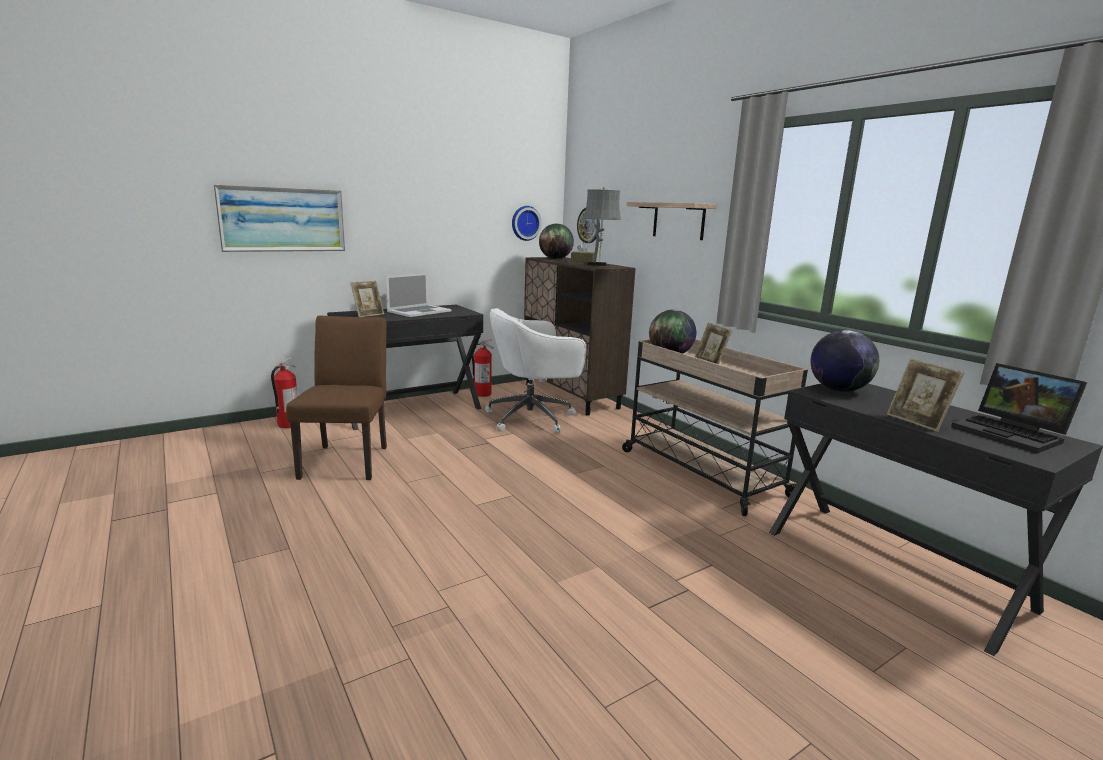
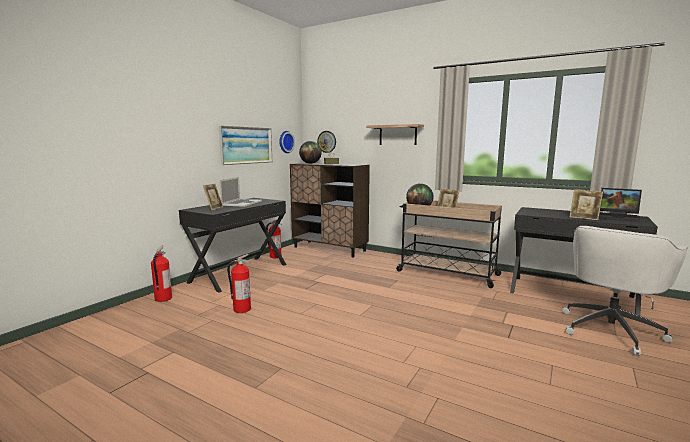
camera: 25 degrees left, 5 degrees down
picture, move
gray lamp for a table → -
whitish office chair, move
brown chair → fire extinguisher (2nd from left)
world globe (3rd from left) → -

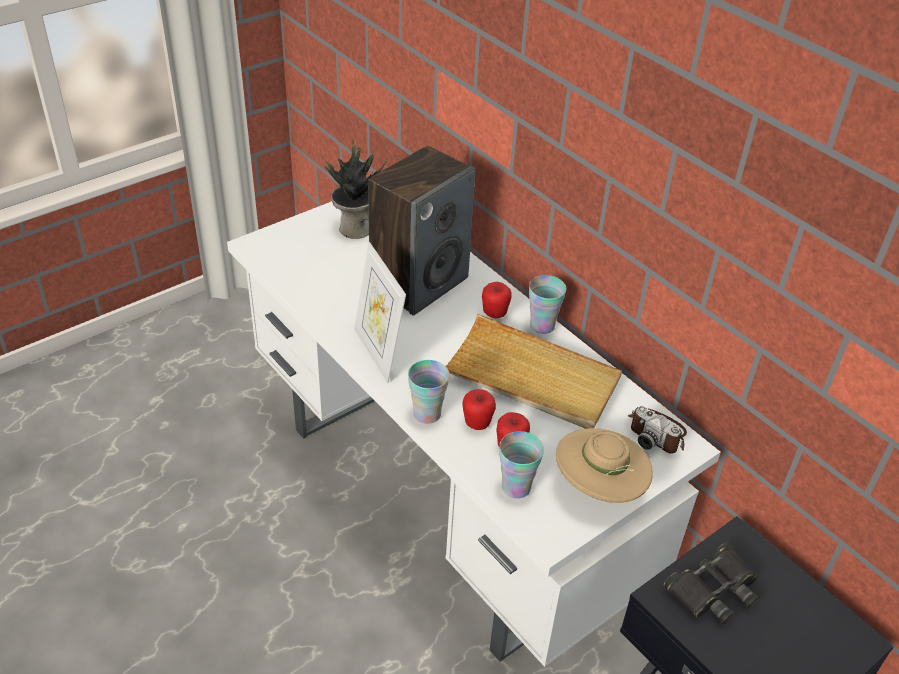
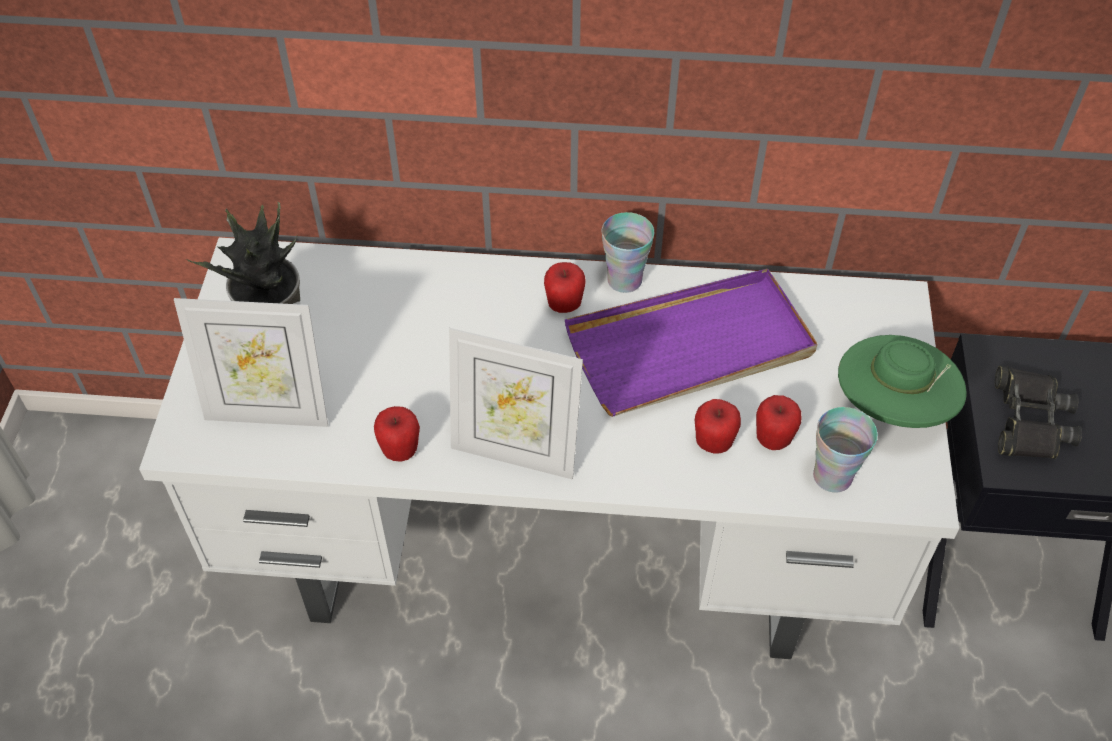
camera: 45 degrees left, 10 degrees up
speaker → -
beige carrying tray → purplish carrying tray
small cup (1st from left) → -
still camera → -
beige clothing hat → green-coloured clothing hat
- → standing frame (1st from left)
- → whole apple (1st from left)

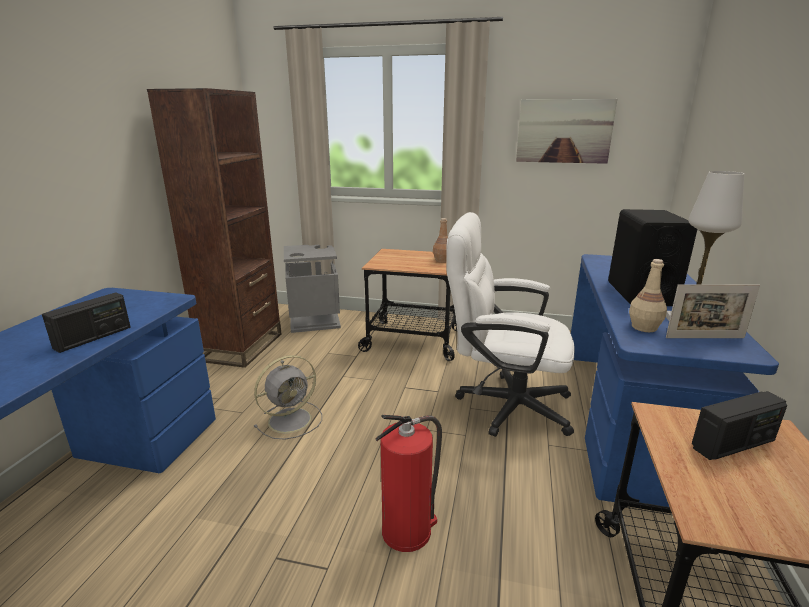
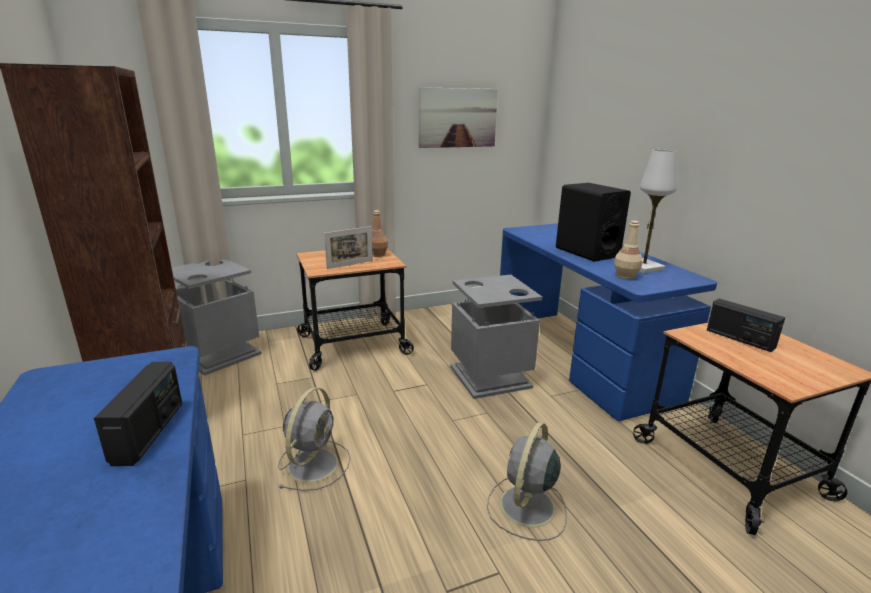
camera: 35 degrees left, 0 degrees up
whitish office chair → gray waste bin (2nd from left)
standing frame, move
radio (2nd from left), 105 degrees clockwise
fire extinguisher → gray fan (2nd from left)

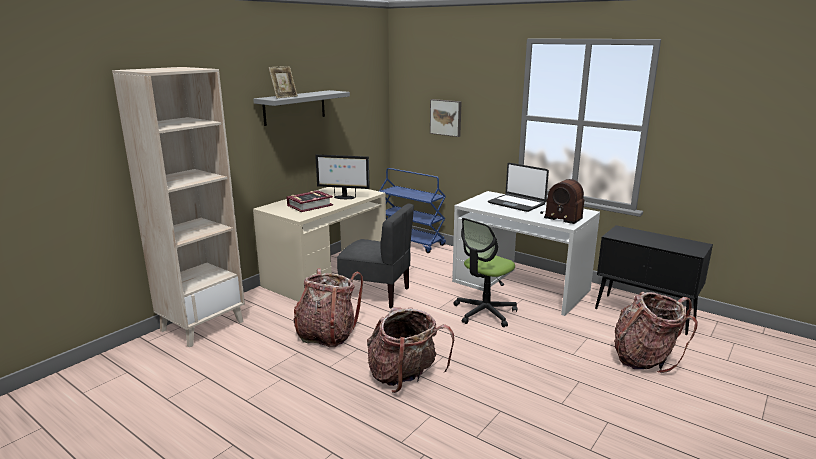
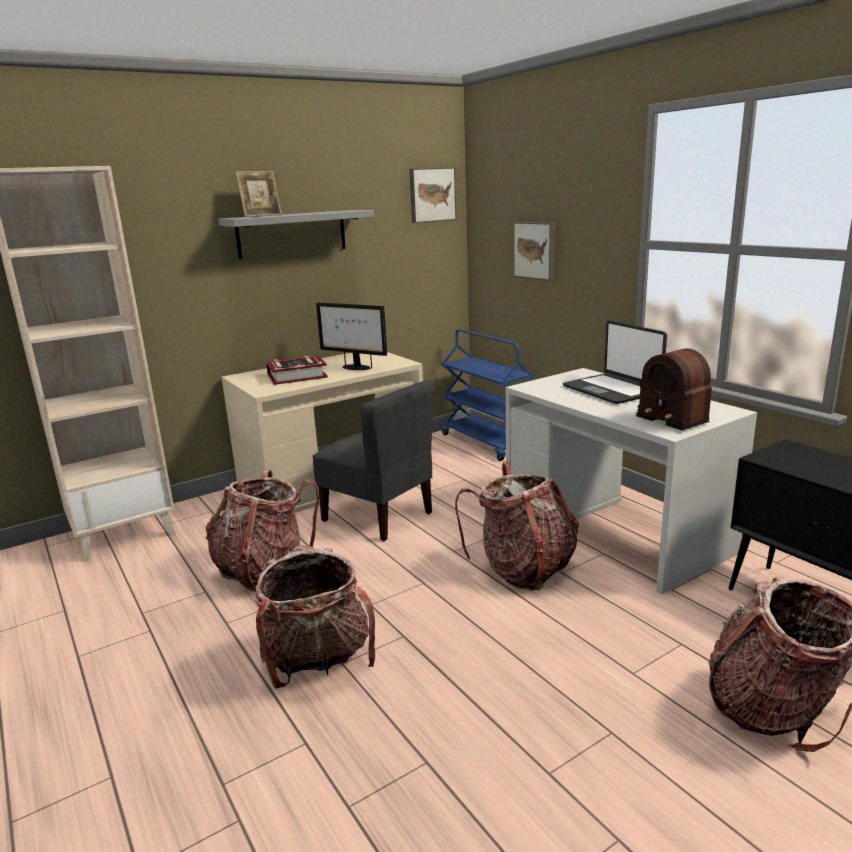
camera: 20 degrees right, 0 degrees up
office chair → knapsack (3rd from left)
- → picture (1st from left)

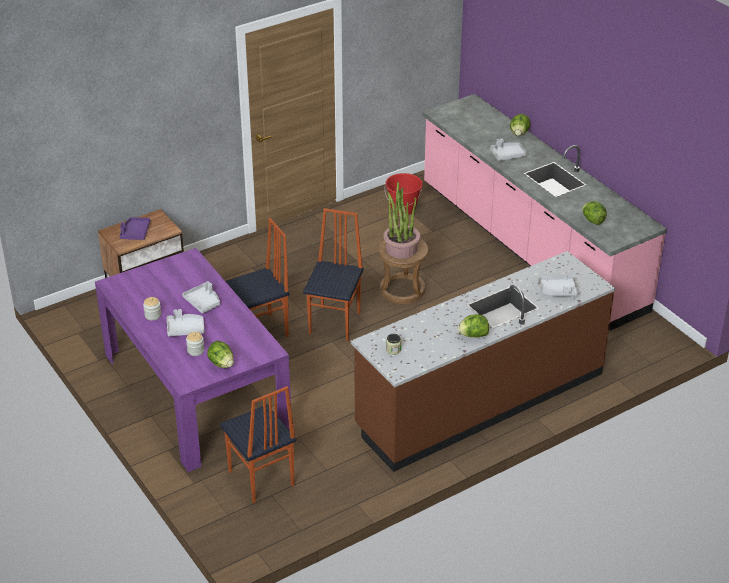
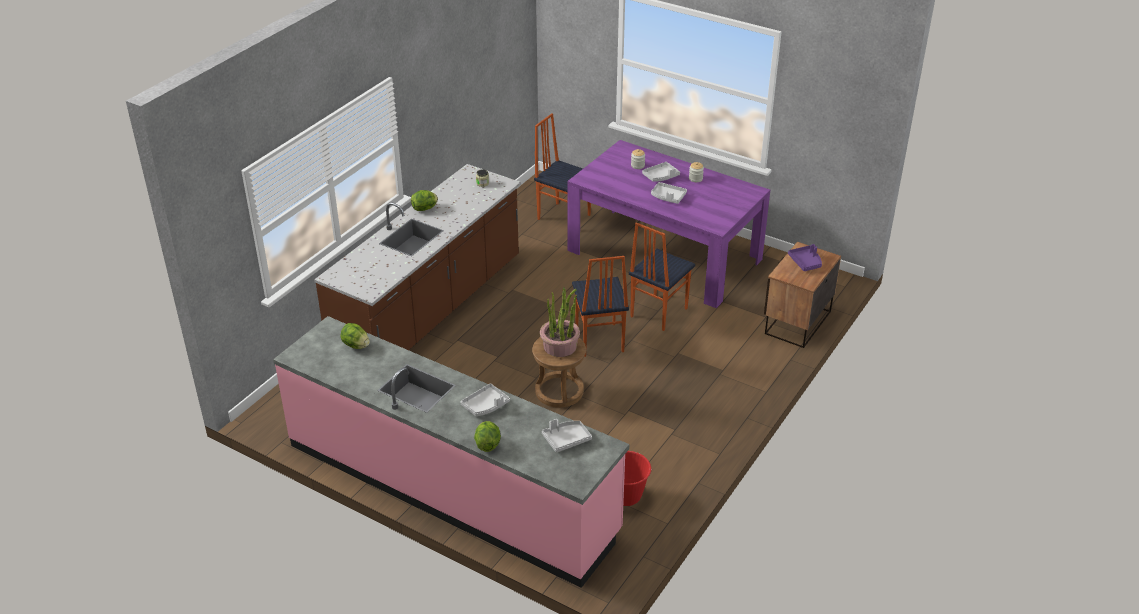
camera: 155 degrees right, 0 degrees up
gray carrying tray (4th from left in the first image) → gray carrying tray (2nd from left), move
lettuce head (1st from left) → -

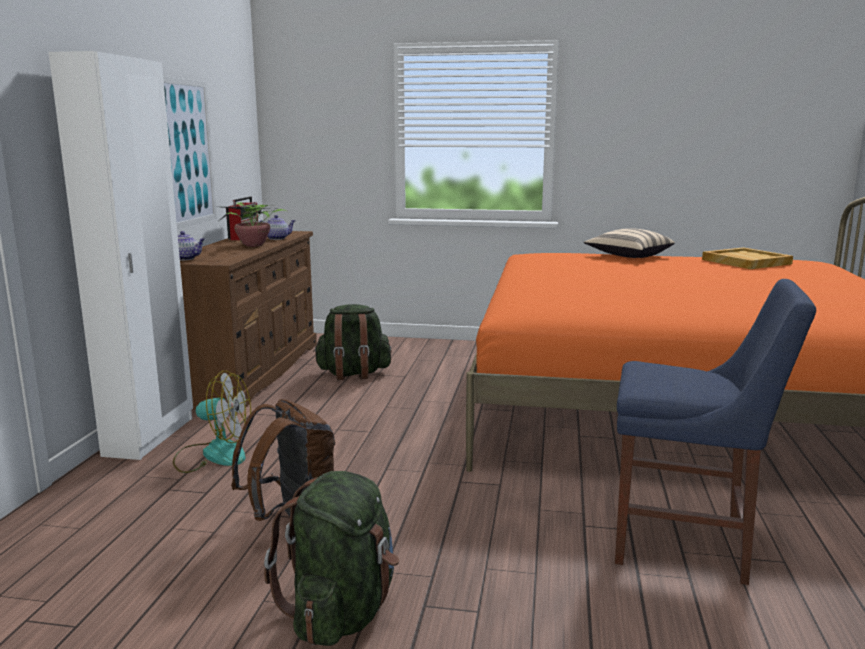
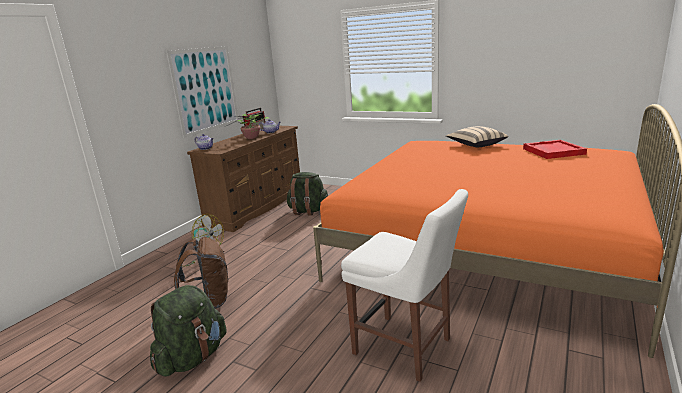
camera: 20 degrees right, 5 degrees up
whitish armoire → -
beige carrying tray → red carrying tray
blue chair → whitish chair

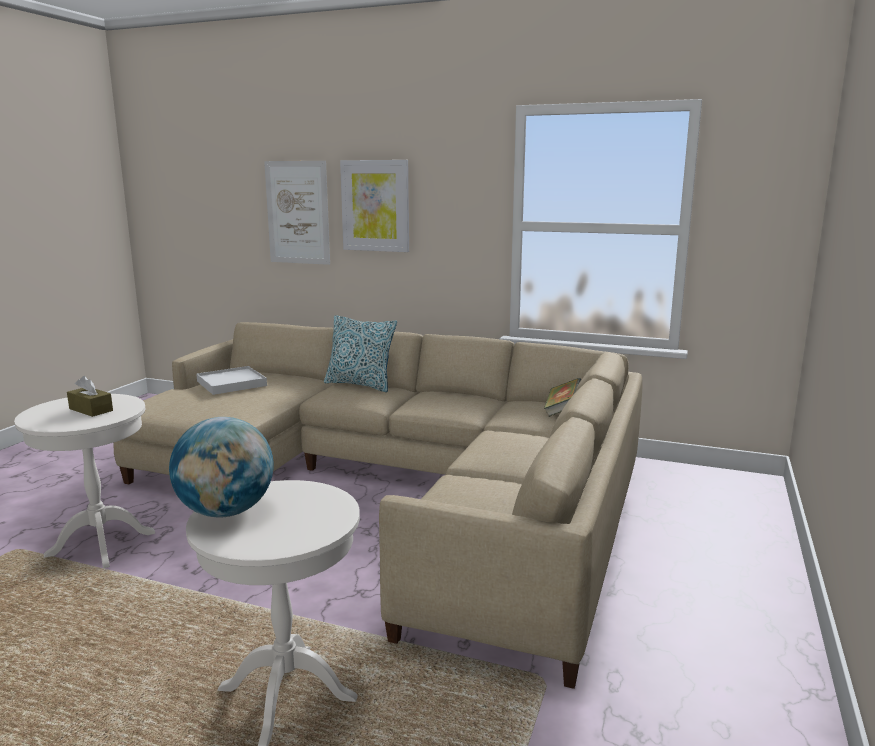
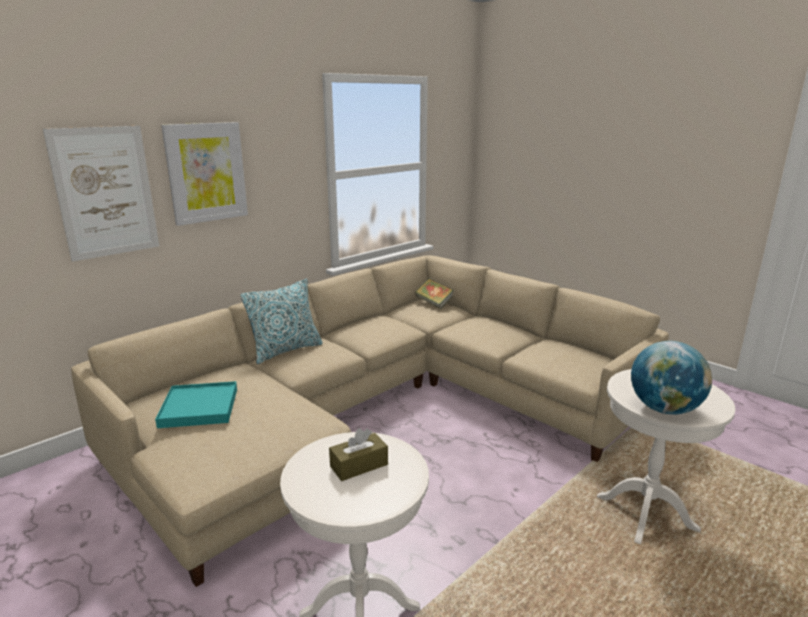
camera: 65 degrees left, 5 degrees up
whitish carrying tray → turquoise carrying tray

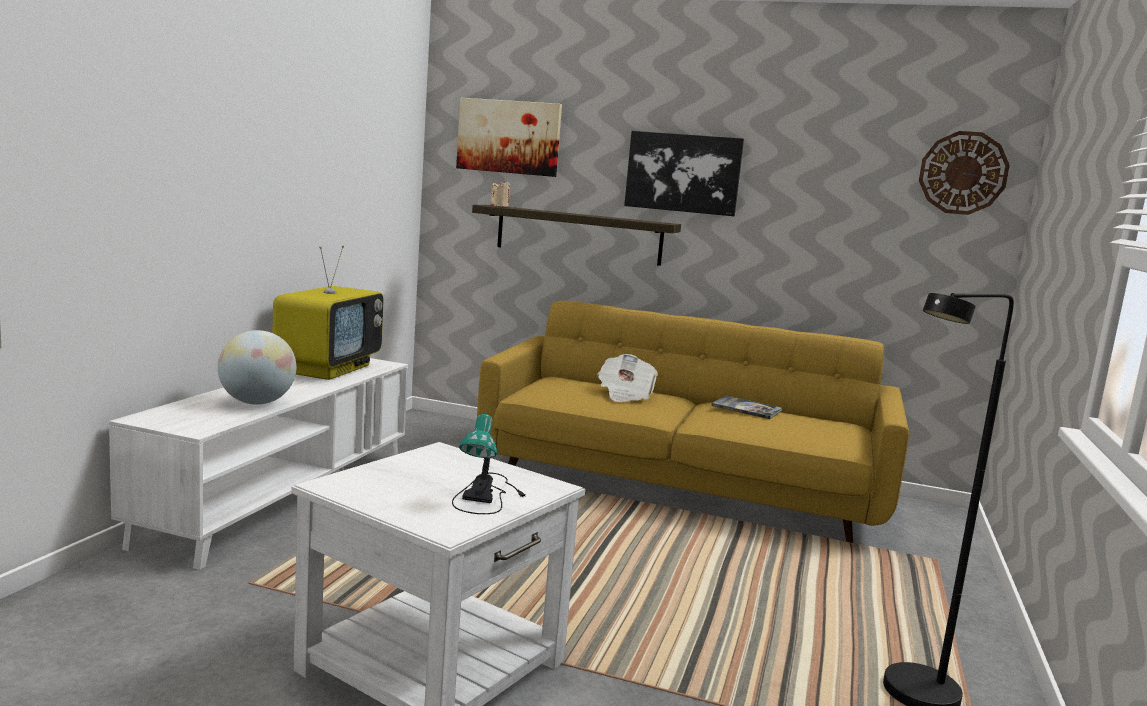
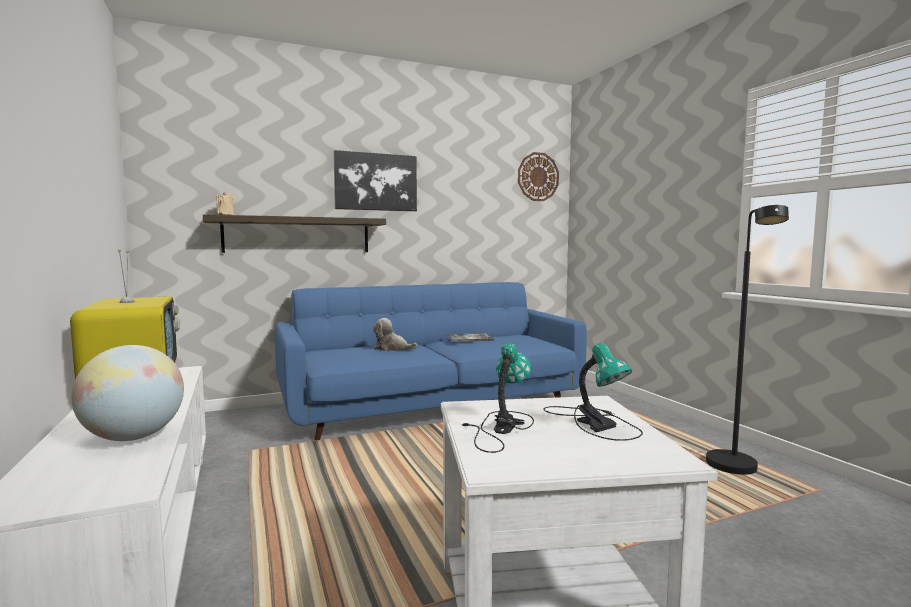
camera: 40 degrees left, 5 degrees down
picture (1st from left) → -
yellow-coloured settee → blue settee
printed paper → cuddly toy
- → lamp for a table (1st from left)

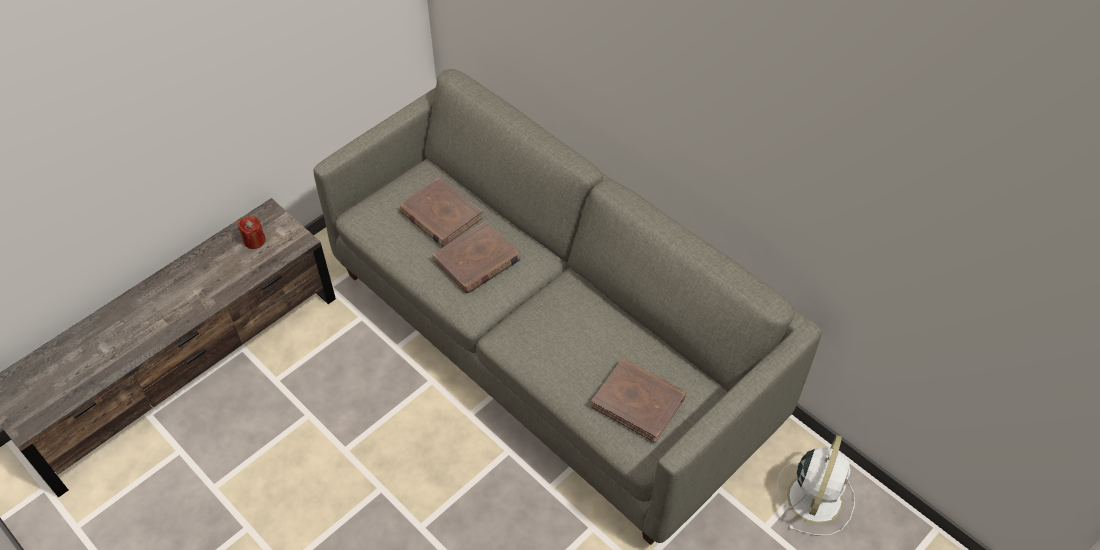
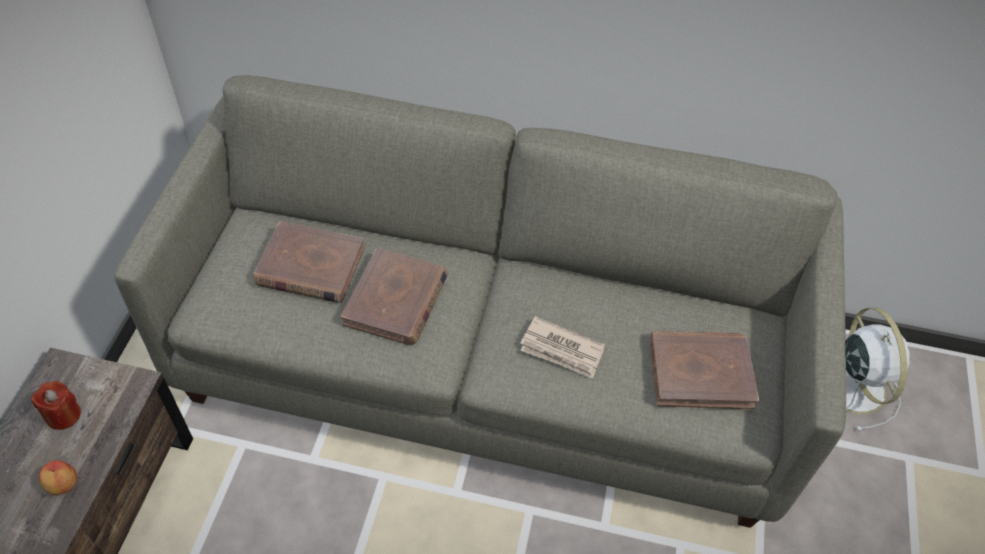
camera: 35 degrees left, 0 degrees up
- → printed paper
- → whole apple

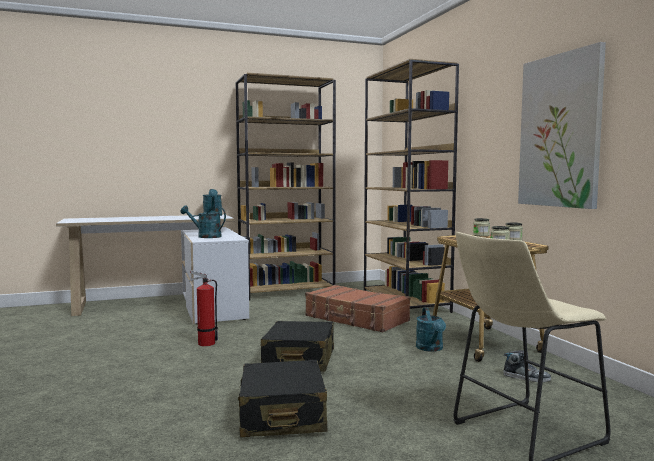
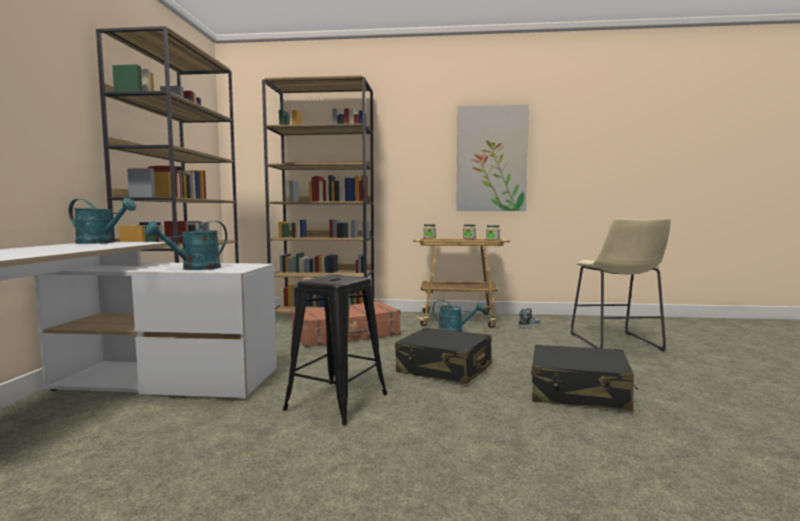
camera: 65 degrees left, 0 degrees up
fire extinguisher → blackish stool

